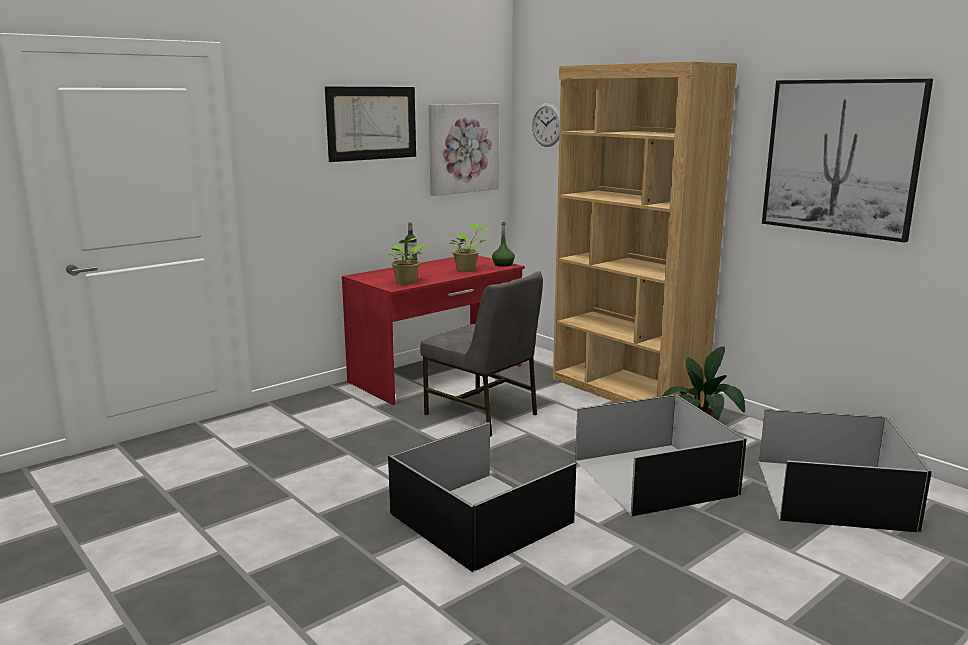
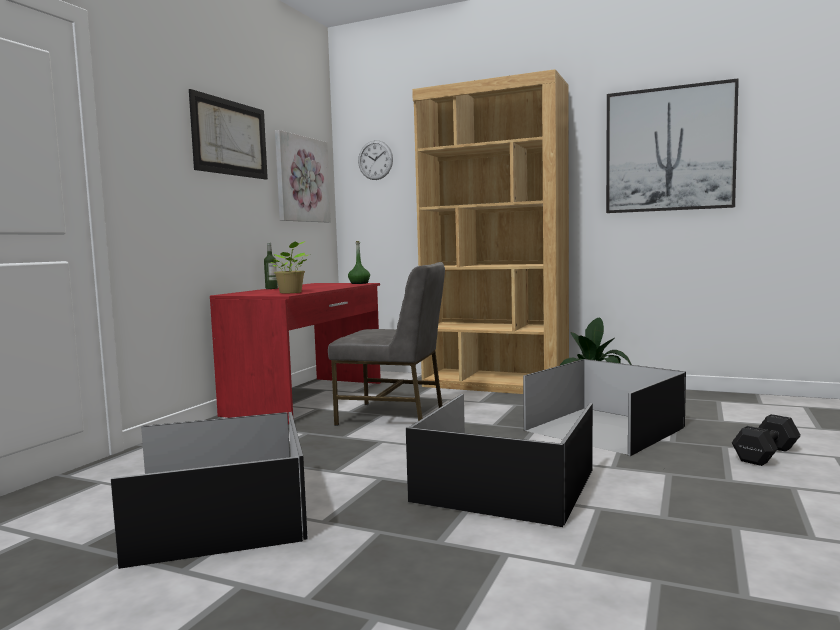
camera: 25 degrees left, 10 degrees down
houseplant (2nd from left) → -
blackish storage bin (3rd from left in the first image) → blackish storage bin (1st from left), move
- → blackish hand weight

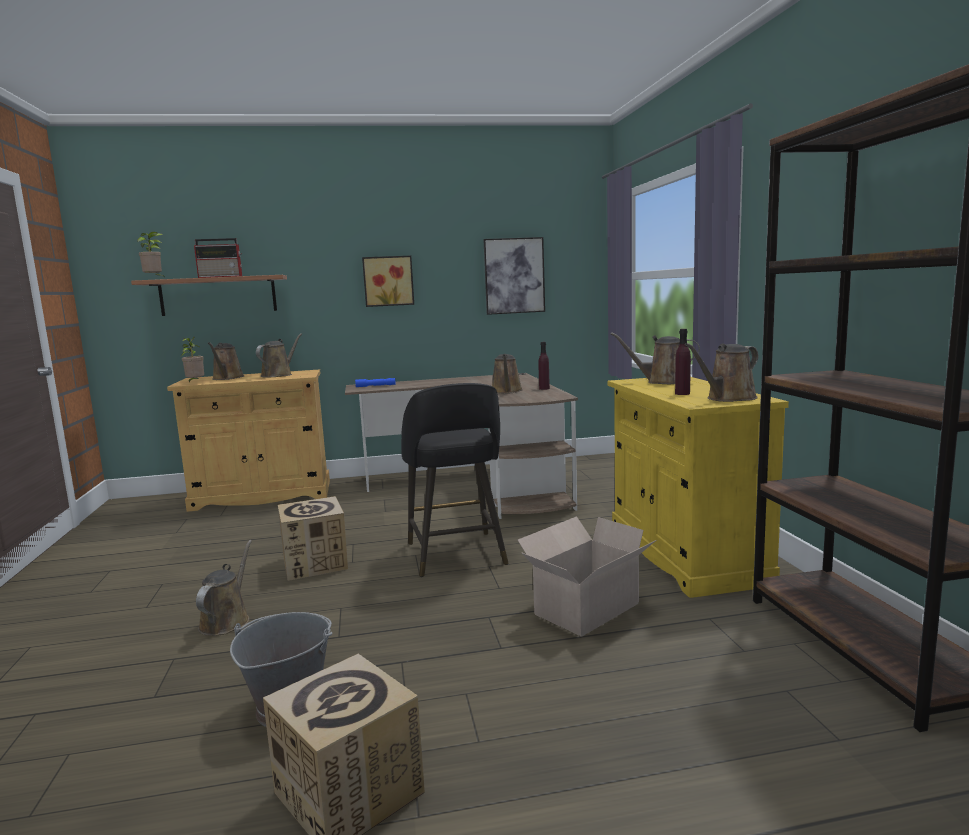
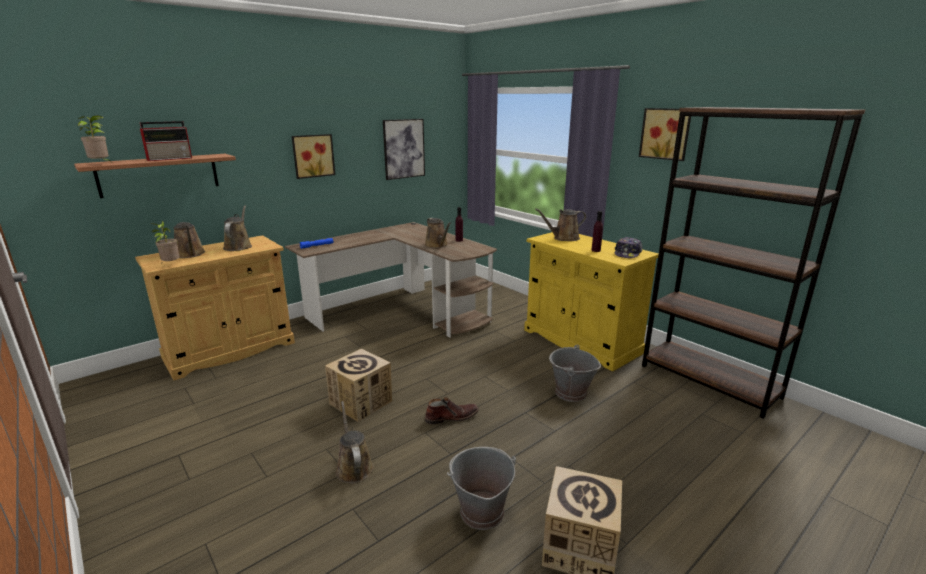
camera: 30 degrees left, 10 degrees up
brown watering pot (6th from left) → peaked cap
blackish stool → -
packing box (3rd from left) → gray water bucket (2nd from left)
- → picture (3rd from left)
- → brown tall boot

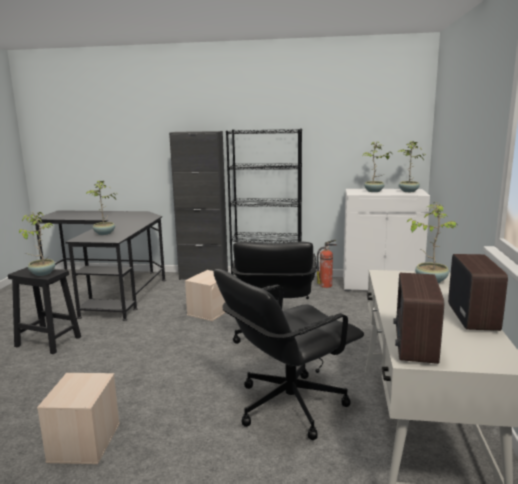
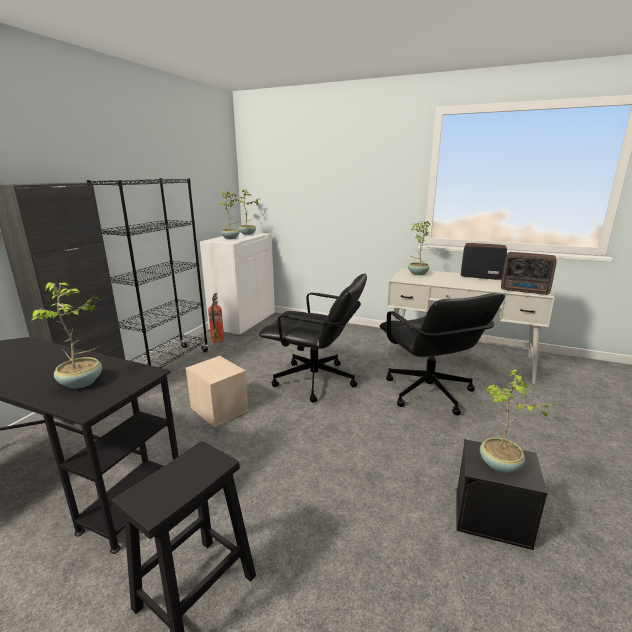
camera: 75 degrees left, 5 degrees up
houseplant (1st from left in the first image) → houseplant (5th from left), move
beige storage bin (1st from left) → blackish storage bin

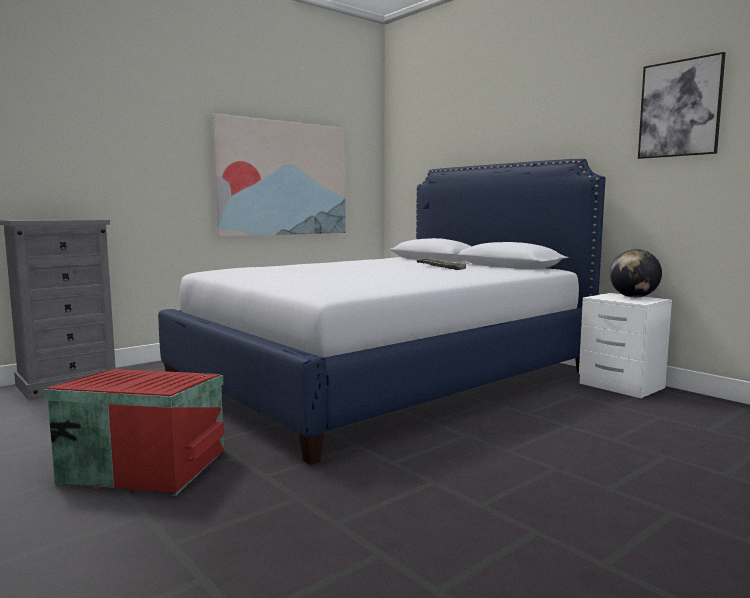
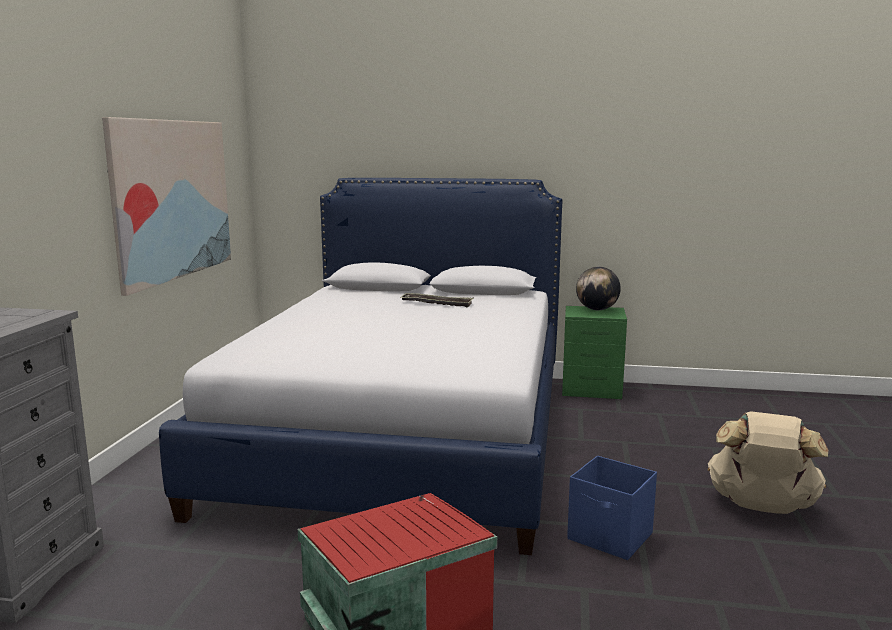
camera: 40 degrees left, 5 degrees up
picture (2nd from left) → -
whitish bedside table → green-coloured bedside table
- → beige knapsack
- → blue storage bin

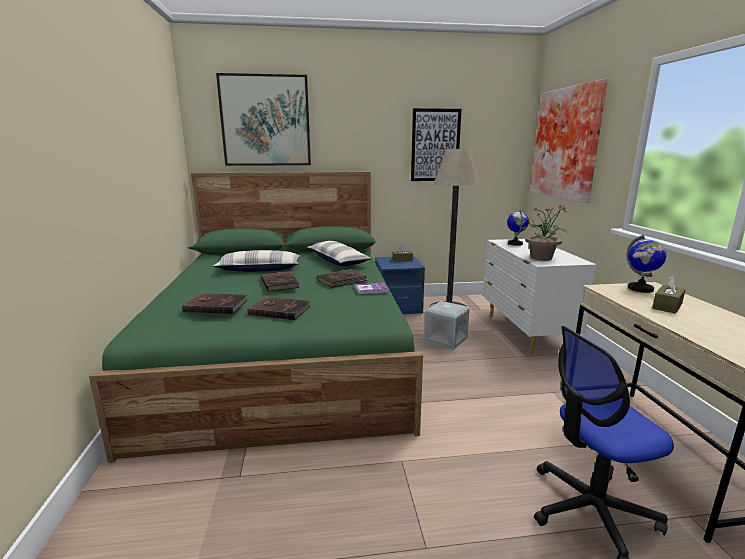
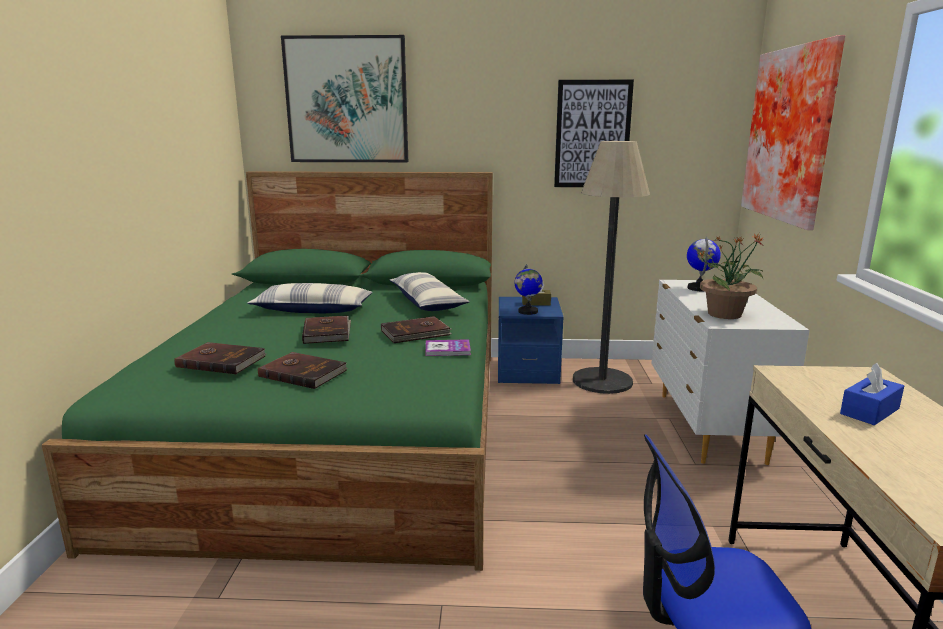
camera: 10 degrees right, 0 degrees up
world globe (2nd from left in the first image) → world globe (1st from left), move
brown box of tissues (2nd from left) → blue box of tissues
gray storage bin → -

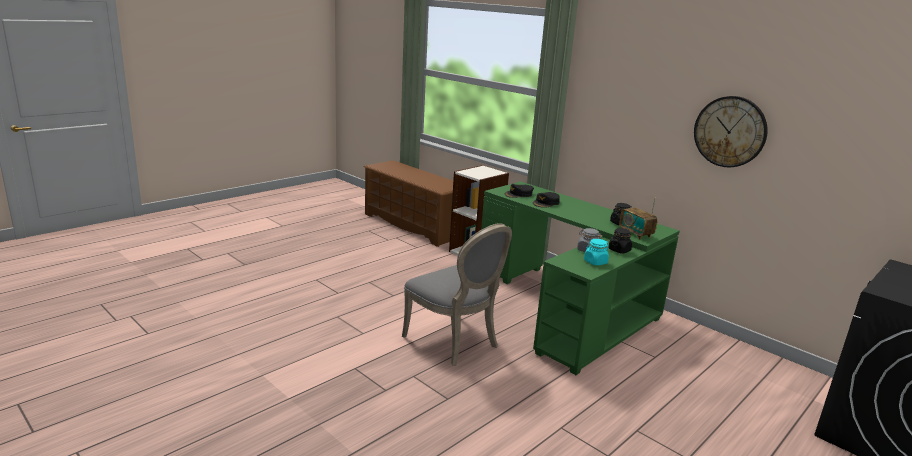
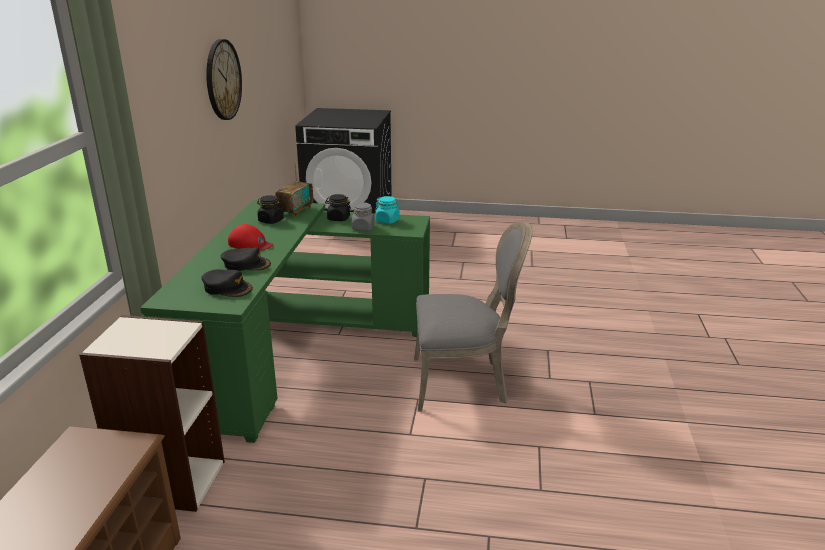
camera: 125 degrees left, 5 degrees up
gray chair, 75 degrees clockwise
- → red peaked cap

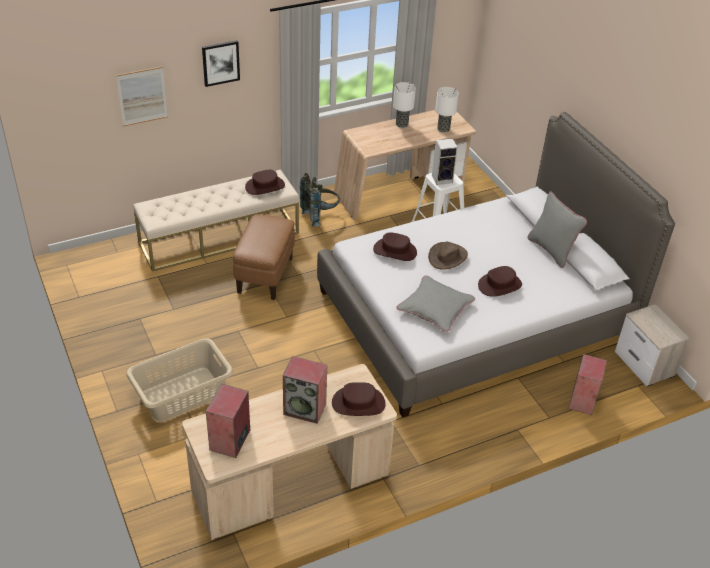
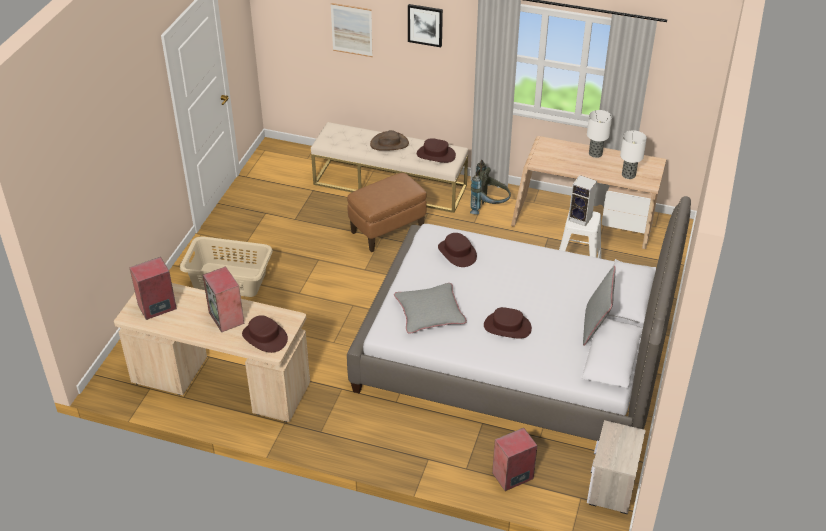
camera: 45 degrees right, 0 degrees up
brown clothing hat (4th from left in the first image) → brown clothing hat (2nd from left), move

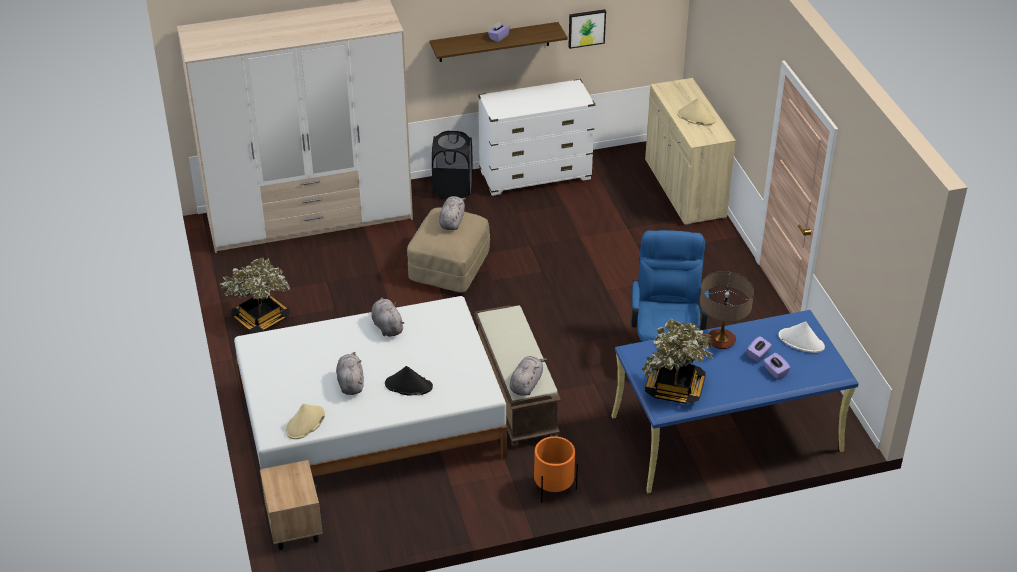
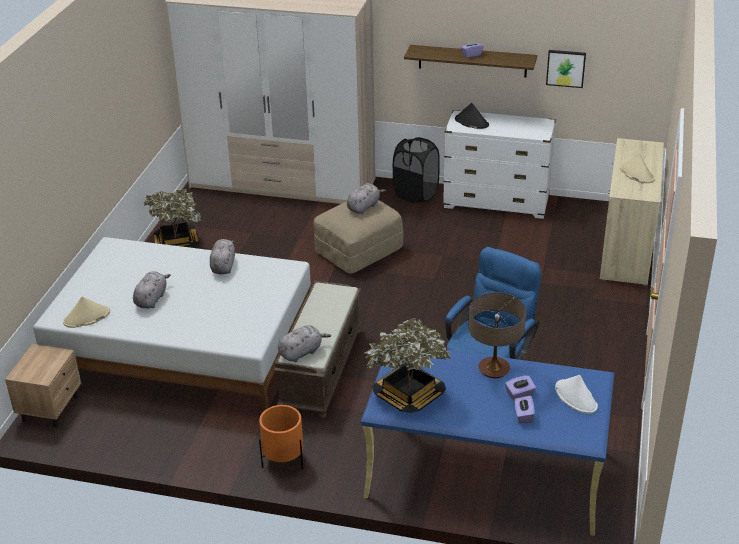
camera: 30 degrees right, 5 degrees down
blackish clothing hat, move

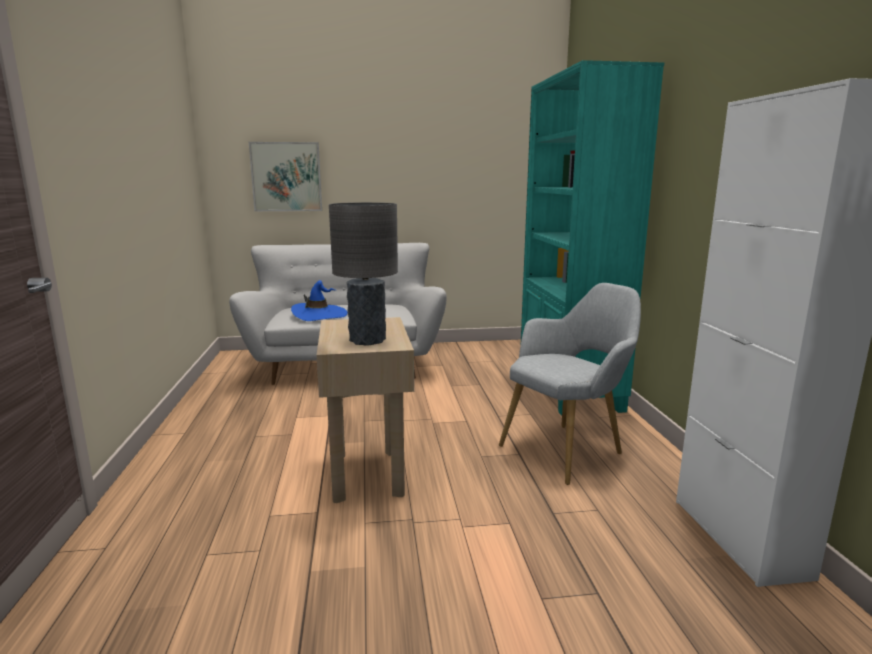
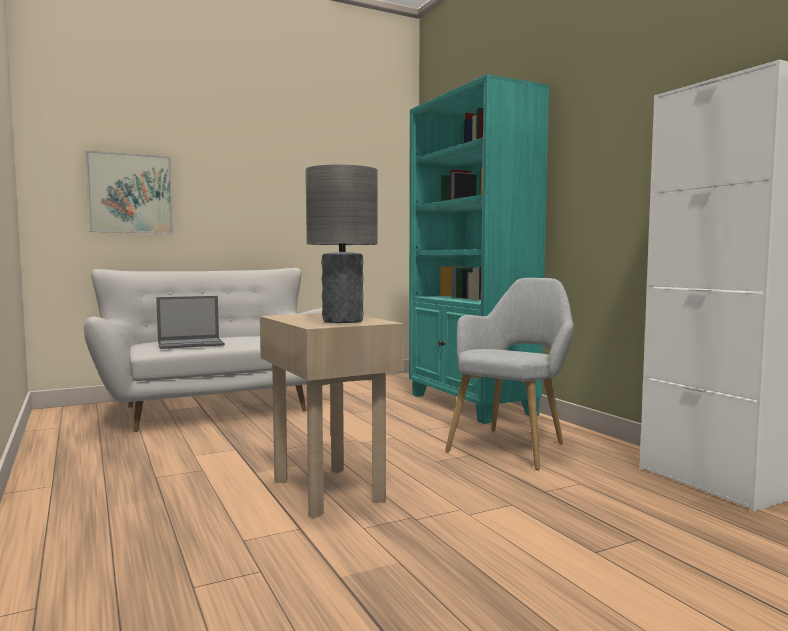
camera: 20 degrees left, 10 degrees down
blue clothing hat → laptop

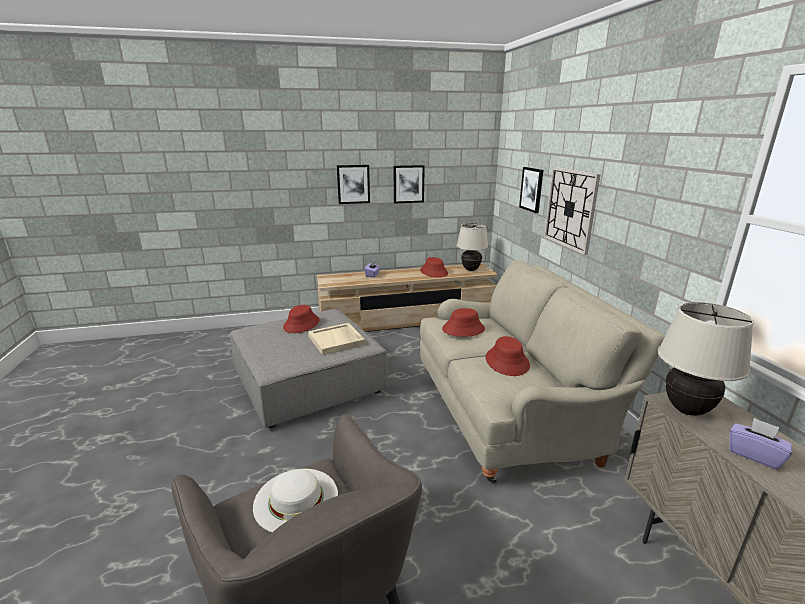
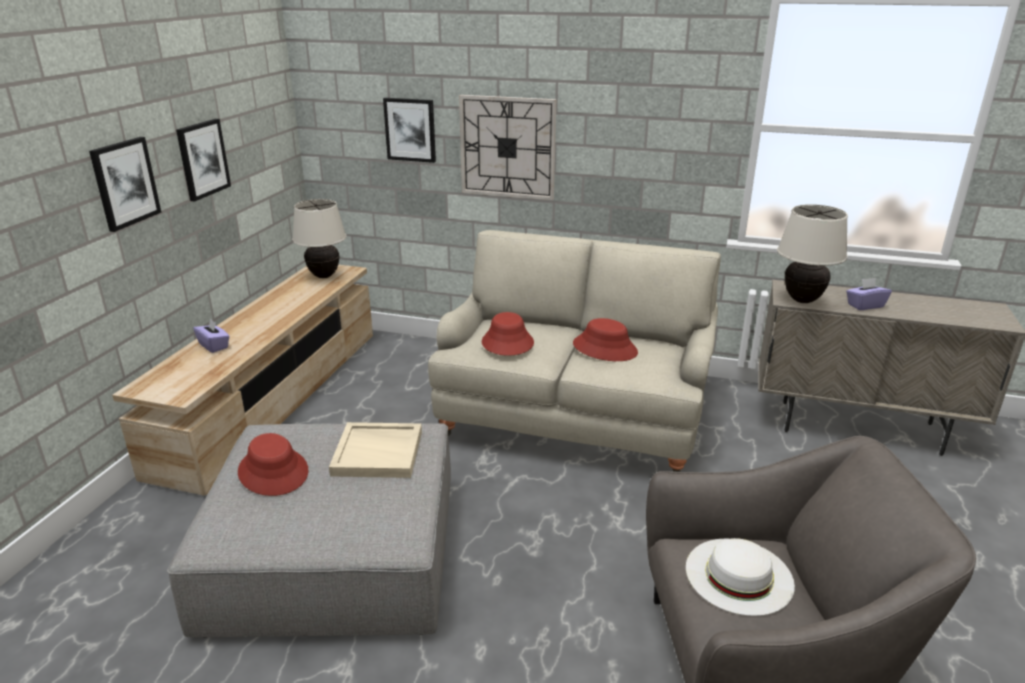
camera: 60 degrees left, 5 degrees up
red clothing hat (2nd from left) → -

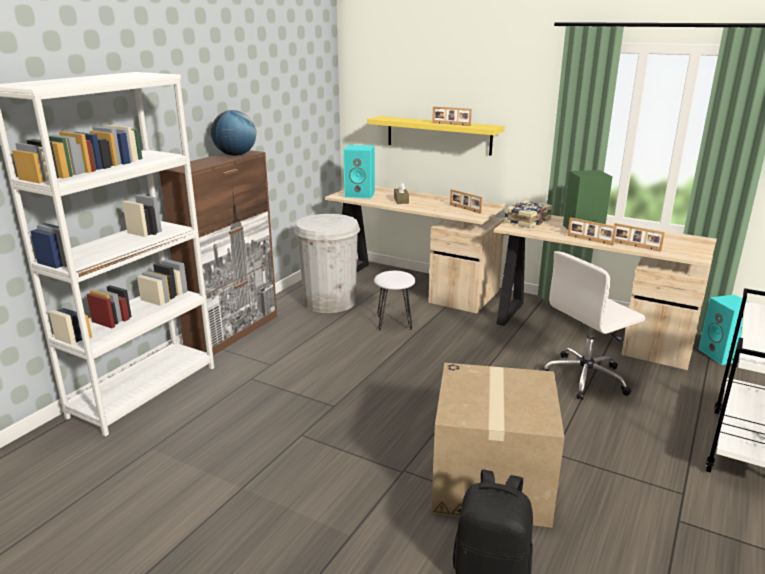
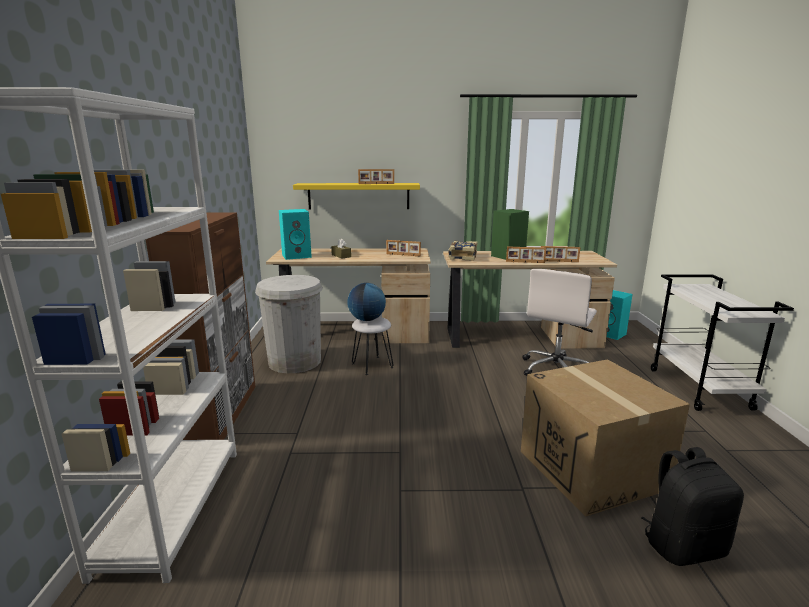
camera: 30 degrees left, 5 degrees down
world globe, move

